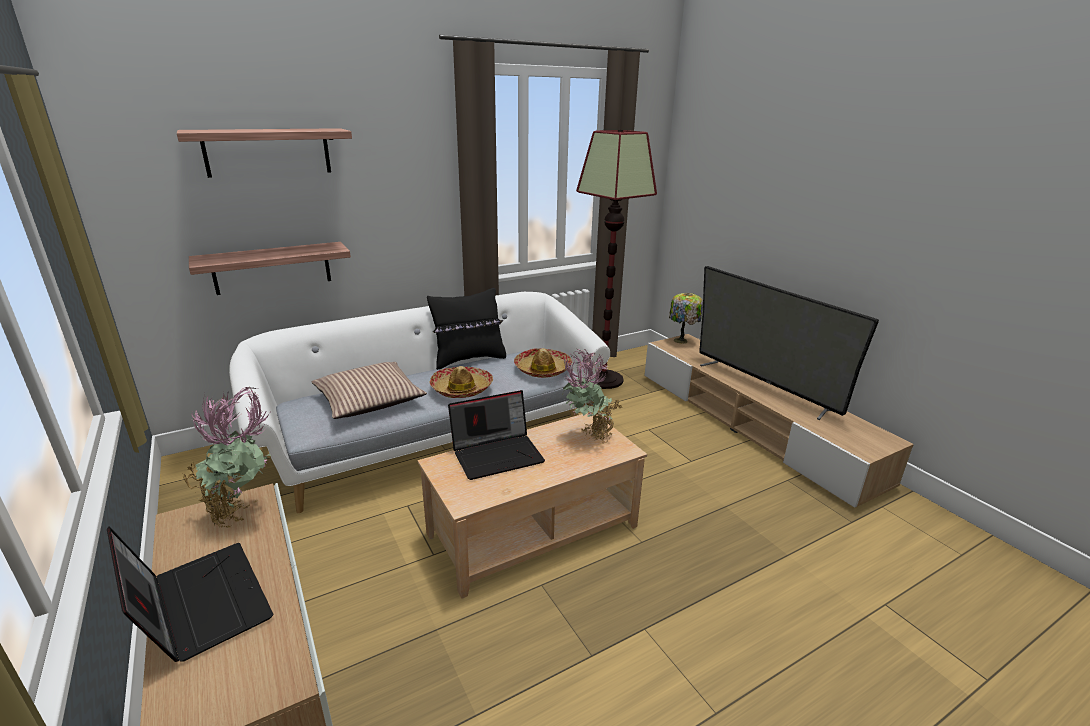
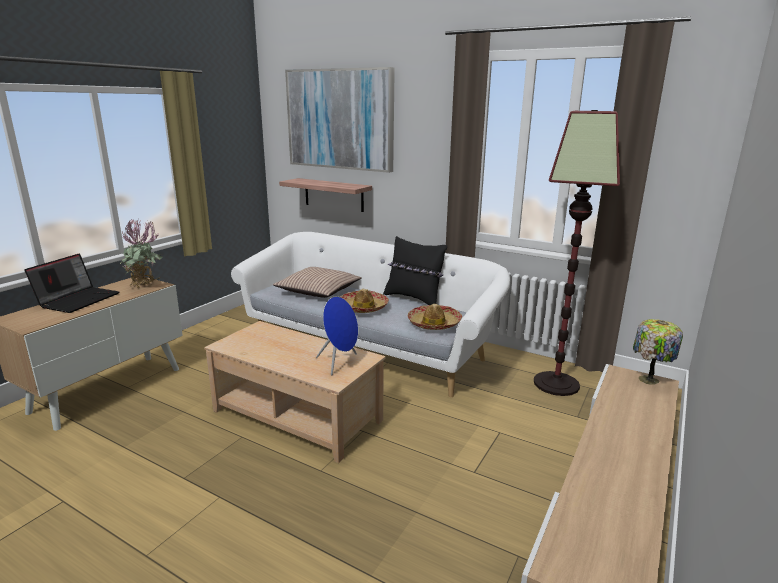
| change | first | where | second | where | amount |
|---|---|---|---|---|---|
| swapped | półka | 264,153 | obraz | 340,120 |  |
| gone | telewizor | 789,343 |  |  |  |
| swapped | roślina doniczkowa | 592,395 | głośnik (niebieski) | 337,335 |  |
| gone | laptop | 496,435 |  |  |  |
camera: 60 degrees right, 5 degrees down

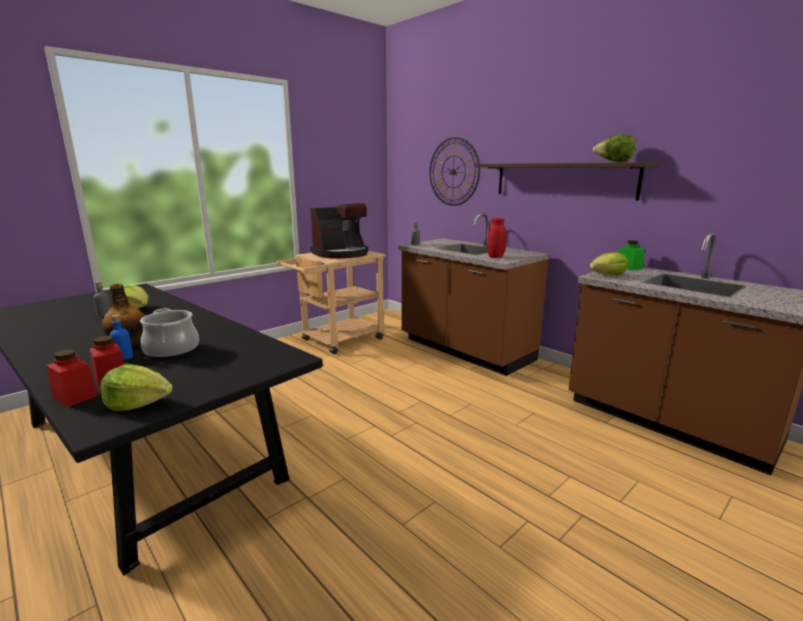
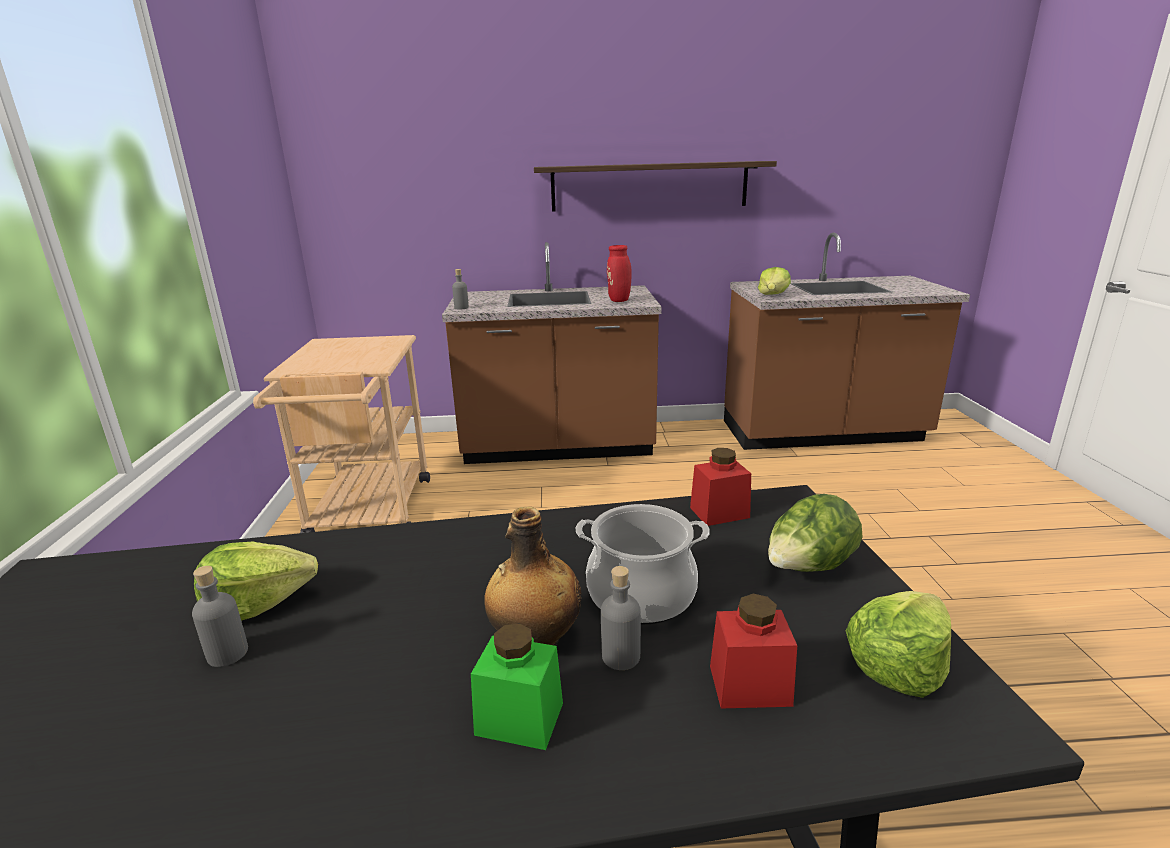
| change | first | where | second | where | amount |
|---|---|---|---|---|---|
| shifted | sałata | 614,148 |  | 815,533 |  |
| gone | zegar ścienny | 454,171 |  |  |  |
| gone | ekspres do kawy | 339,230 |  |  |  |
| shifted | słoik (zielony) | 632,255 |  | 517,686 |  |
| repainted | butelka (niebieski) | 121,337 | butelka (szary) | 621,618 |  |
| shifted | słoik (czerwony) | 72,378 |  | 720,487 |  |
camera: 50 degrees left, 5 degrees up

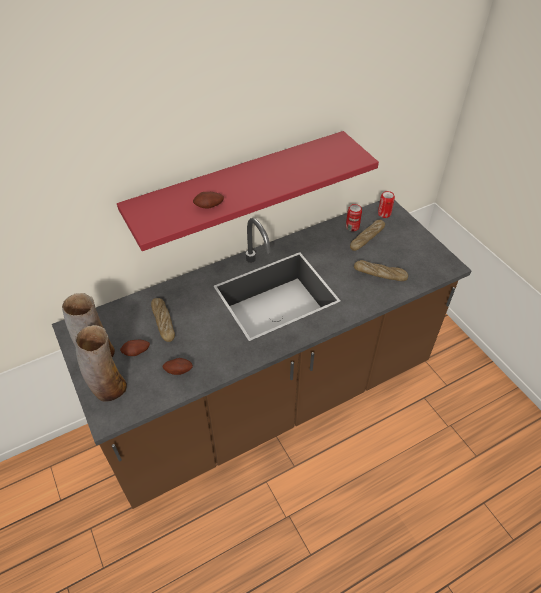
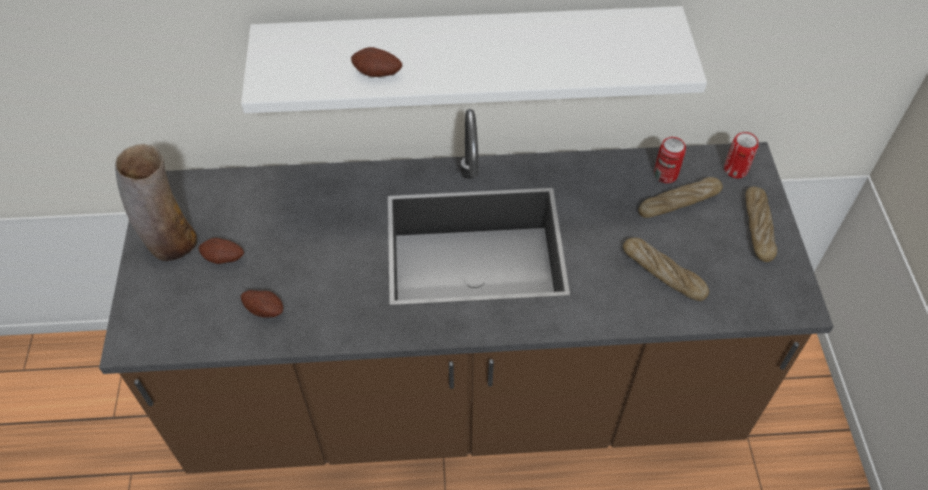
| change | first | where | second | where | amount |
|---|---|---|---|---|---|
| repainted | półka (czerwony) | 248,191 | półka (biały) | 474,60 |  |
| shifted | chleb | 163,320 |  | 761,224 |  |
| gone | wazon | 101,363 |  |  |  |
camera: 25 degrees right, 5 degrees up

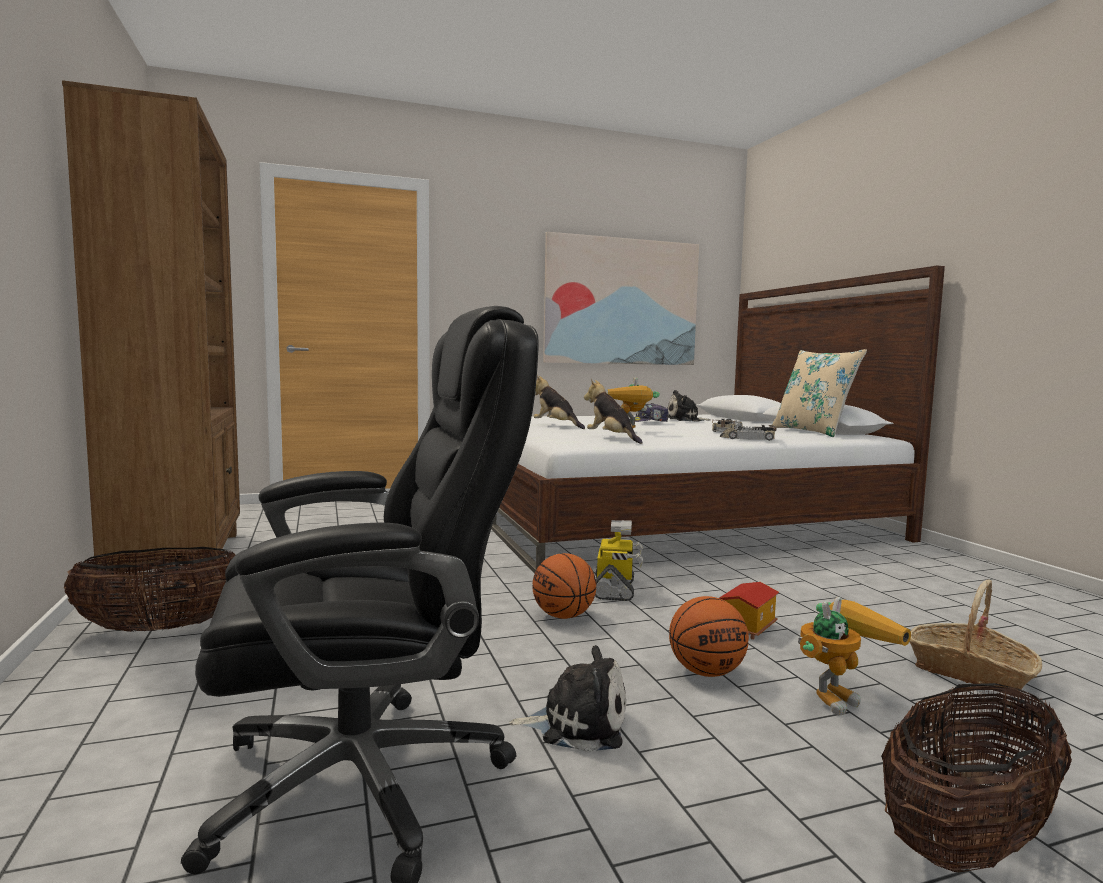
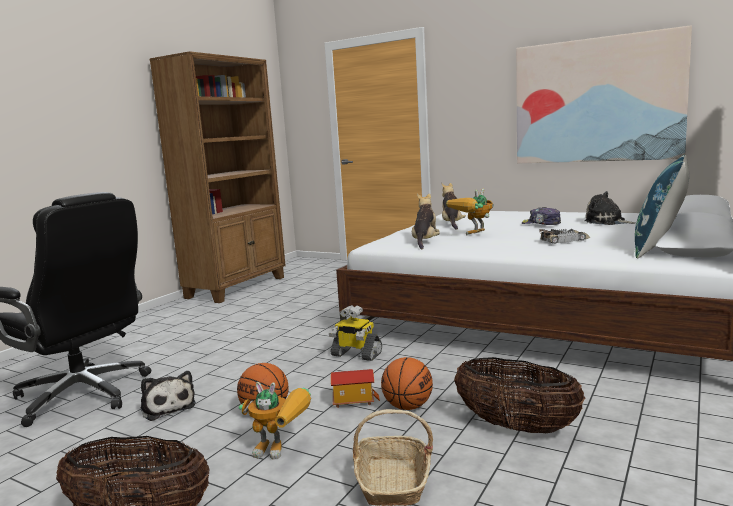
| change | first | where | second | where | amount |
|---|---|---|---|---|---|
| repainted | poduszka (beżowy) | 819,393 | poduszka (niebieski) | 662,207 |  |
| gone | samochodzik | 748,433 |  |  |  |
| rotated | robot zabawkowy | 619,560 |  | 355,333 | 60 degrees clockwise |
| shifted | koszyk | 149,589 |  | 519,395 |  |
| shifted | piłka do koszykówki | 564,586 |  | 407,383 |  |
camera: 50 degrees right, 5 degrees up

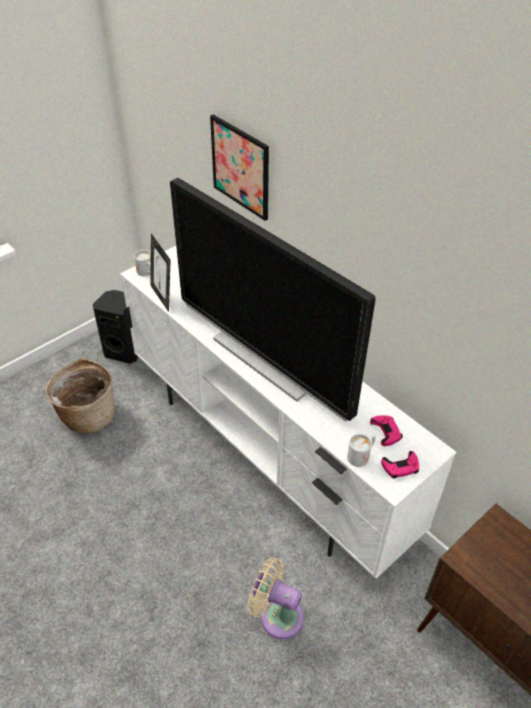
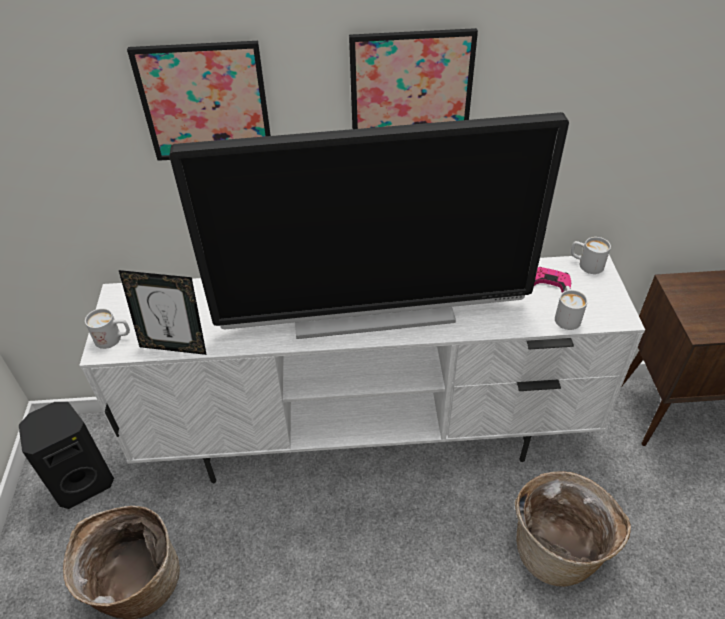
| change | first | where | second | where | amount |
|---|---|---|---|---|---|
| gone | pad do gier (różowy) | 400,464 |  |  |  |
| swapped | wentylator (beżowy) | 275,598 | koszyk | 573,529 |  |
| new |  |  | obraz | 413,78 |  |
| new |  |  | kubek (biały) | 591,255 |  |
camera: 50 degrees left, 0 degrees up

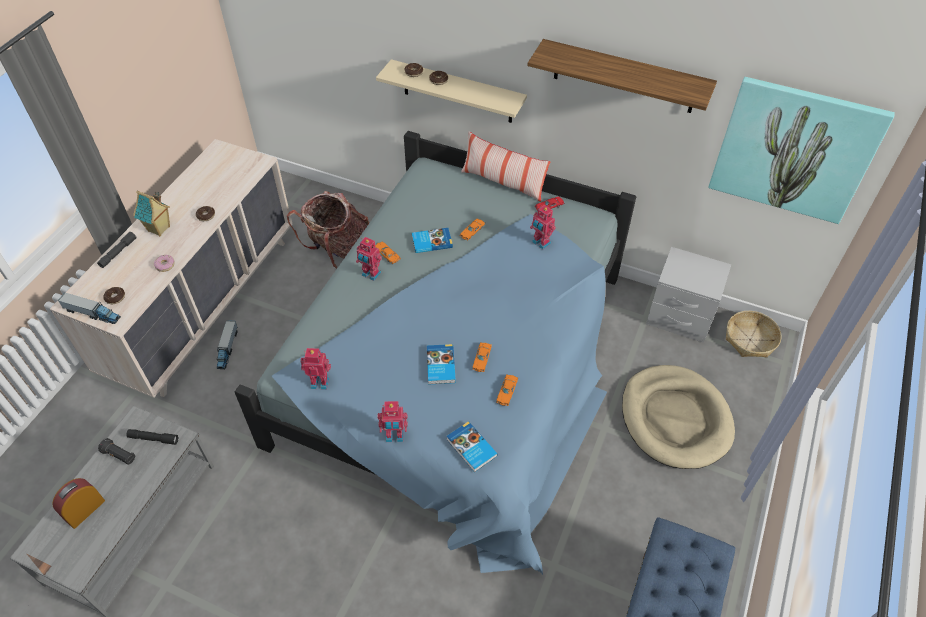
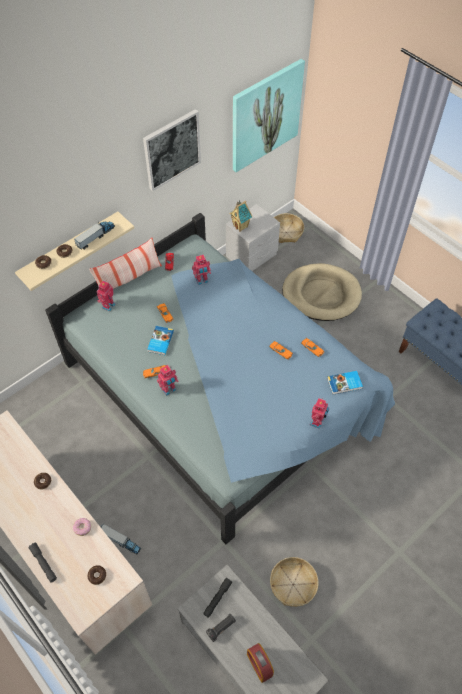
| change | first | where | second | where | amount |
|---|---|---|---|---|---|
| swapped | półka | 622,76 | obraz | 172,150 |  |
| shifted | domek | 151,213 |  | 240,216 |  |
| gone | plecak | 328,230 |  |  |  |
| shifted | ciężarówka zabawkowa | 89,308 |  | 94,235 |  |
| gone | książka | 441,364 |  |  |  |
| shifted | robot zabawkowy | 315,369 |  | 106,296 |  |
| new |  |  | koszyk | 294,582 |  |
camera: 65 degrees left, 5 degrees up

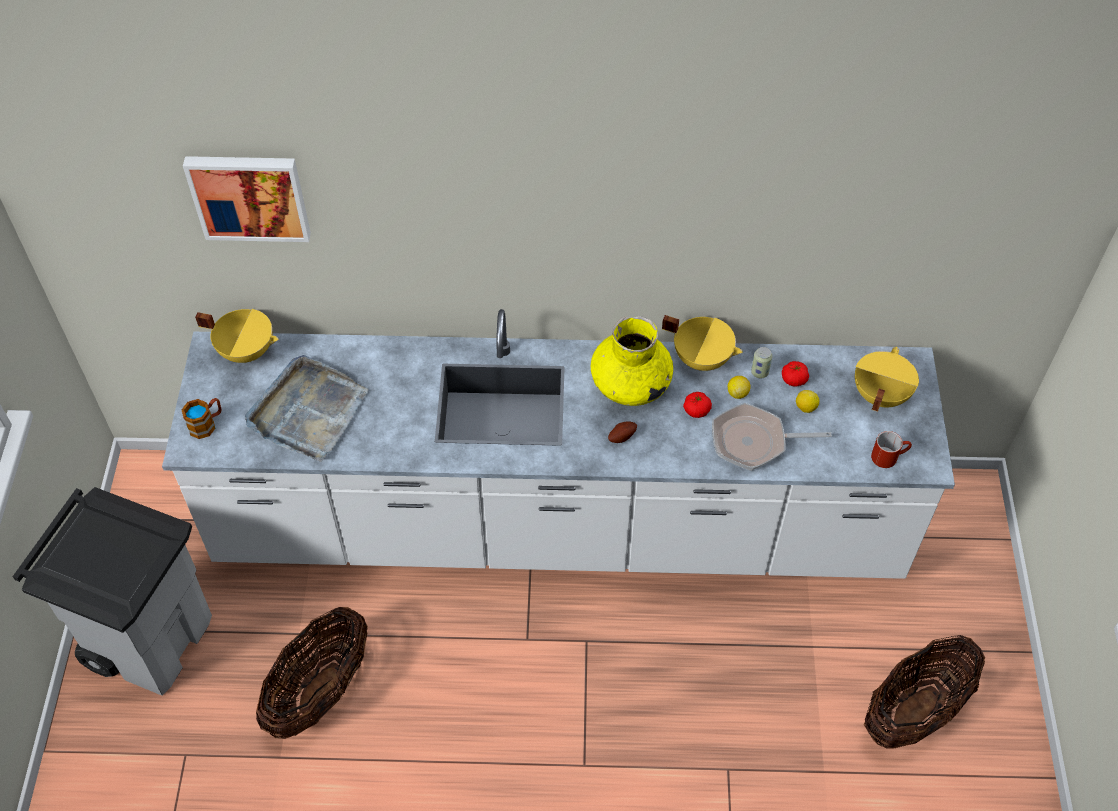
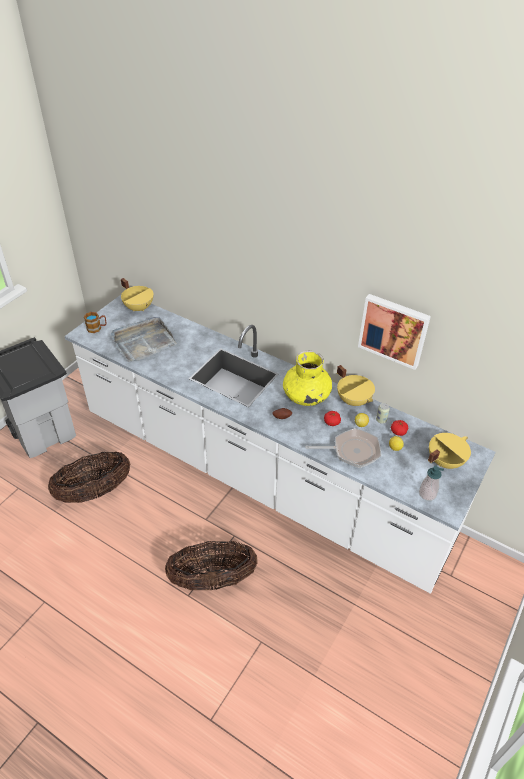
| change | first | where | second | where | amount |
|---|---|---|---|---|---|
| shifted | obraz | 247,199 |  | 394,332 |  |
| rotated | patelnia | 772,437 |  | 343,448 | 150 degrees clockwise |
| swapped | kubek (czerwony) | 891,449 | dozownik mydła | 431,483 |  |
| shifted | koszyk | 924,692 |  | 211,565 |  |
camera: 30 degrees right, 10 degrees down

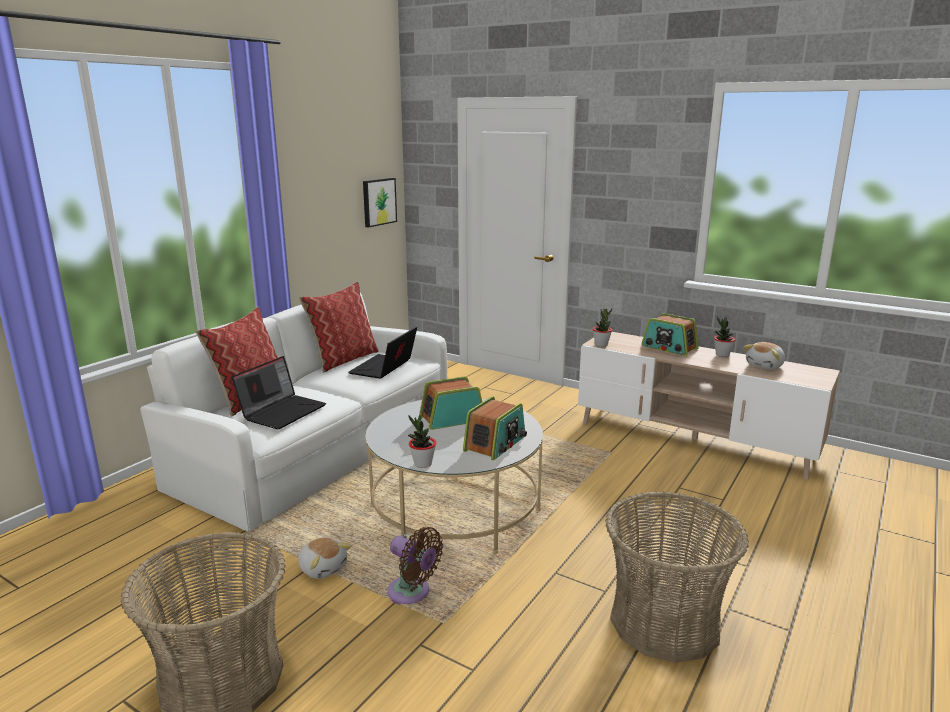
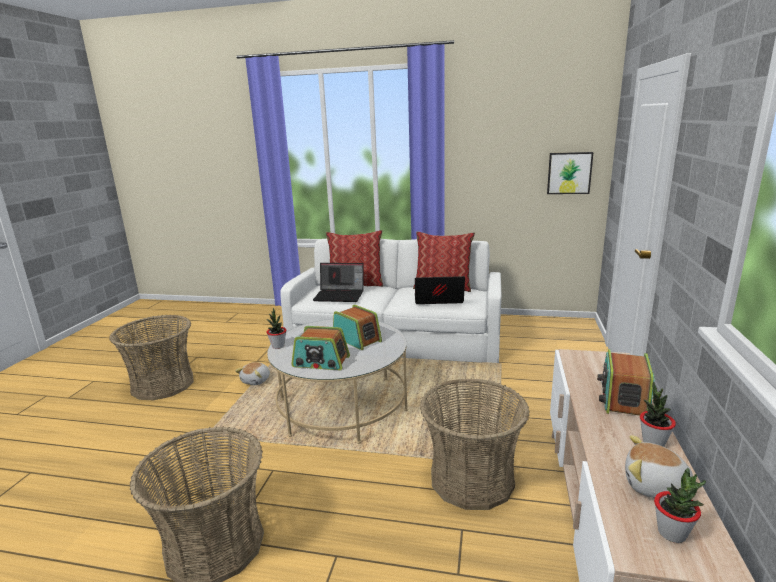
| change | first | where | second | where | amount |
|---|---|---|---|---|---|
| shifted | roślina doniczkowa | 602,327 |  | 680,505 |  |
| gone | wentylator (brązowy) | 415,566 |  |  |  |
| new |  |  | koszyk | 474,444 |  |
camera: 70 degrees right, 0 degrees up

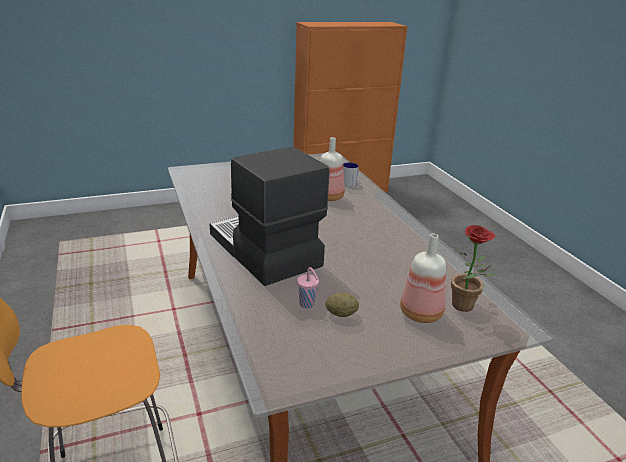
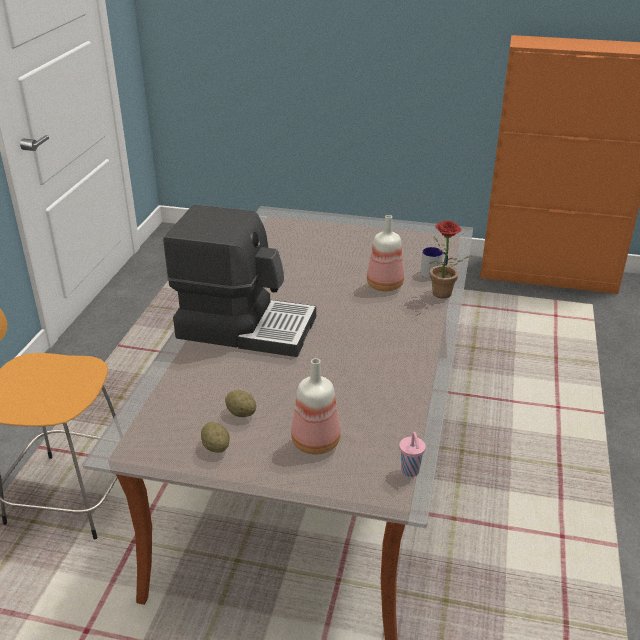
| change | first | where | second | where | amount |
|---|---|---|---|---|---|
| rotated | ekspres do kawy | 270,216 |  | 239,280 | 105 degrees clockwise |
| shifted | roślina doniczkowa | 473,268 |  | 450,259 |  |
| shifted | filiżanka (różowy) | 308,288 |  | 412,454 |  |
| new |  |  | ziemniak | 215,437 |  |
camera: 35 degrees right, 5 degrees up

